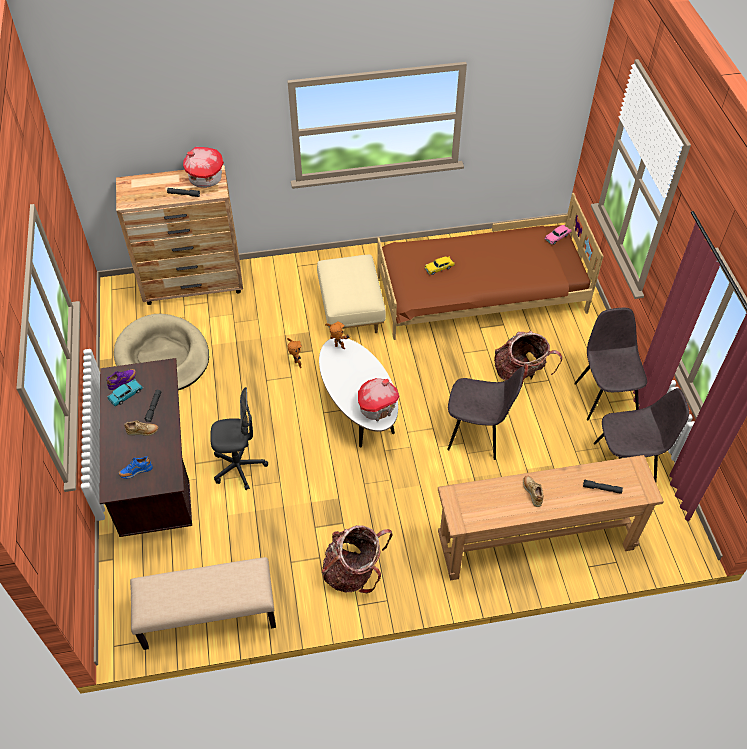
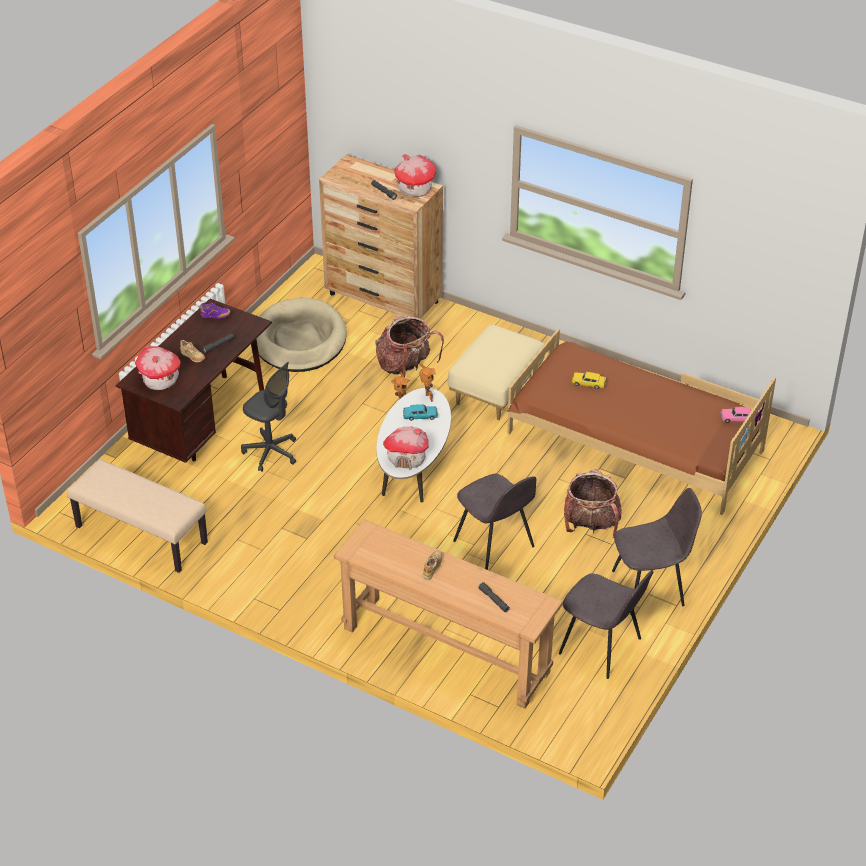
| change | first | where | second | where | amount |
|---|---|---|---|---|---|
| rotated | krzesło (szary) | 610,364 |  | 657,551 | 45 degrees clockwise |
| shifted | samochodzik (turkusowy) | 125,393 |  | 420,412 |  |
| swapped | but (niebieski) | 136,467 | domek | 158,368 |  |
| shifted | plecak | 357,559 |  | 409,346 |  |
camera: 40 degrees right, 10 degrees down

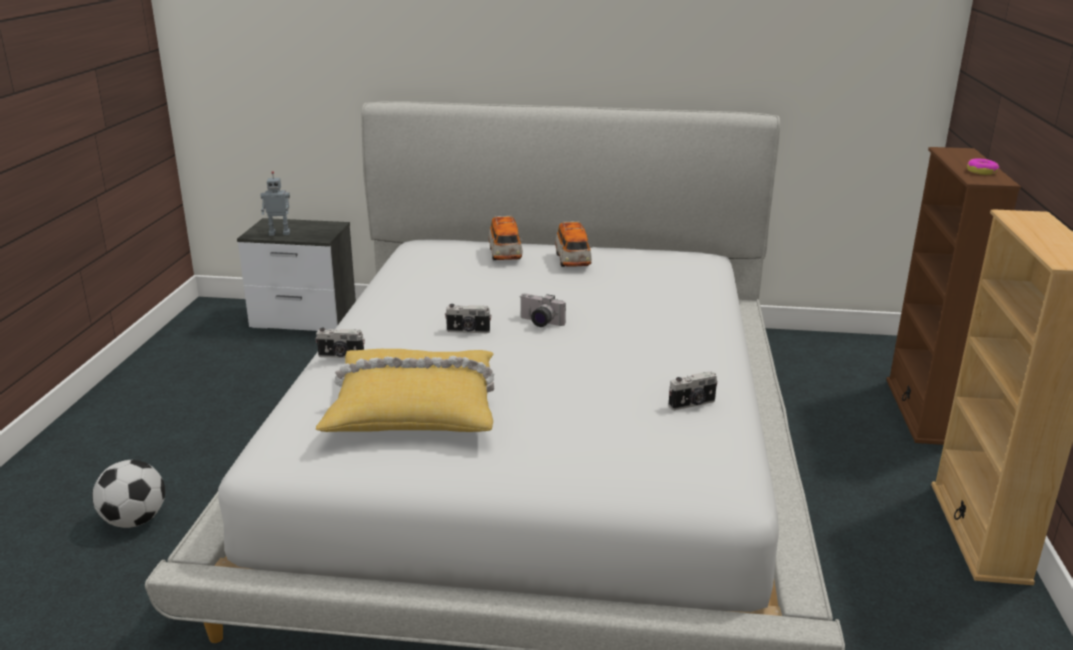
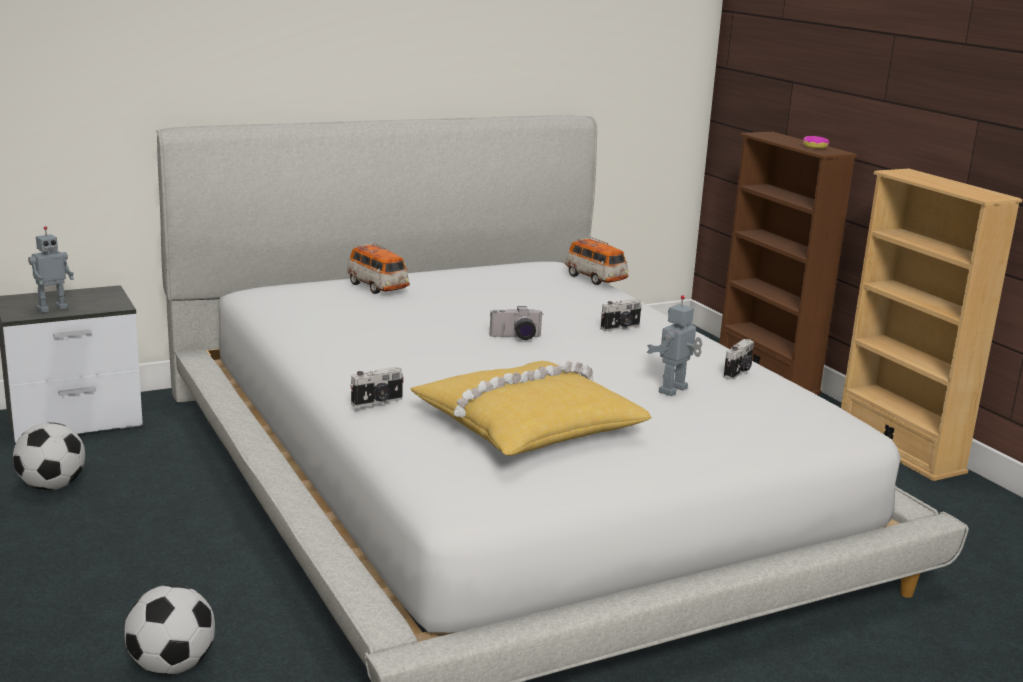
| change | first | where | second | where | amount |
|---|---|---|---|---|---|
| shifted | samochodzik | 573,244 |  | 596,261 |  |
| shifted | aparat fotograficzny | 468,318 |  | 621,315 |  |
| new |  |  | robot zabawkowy | 674,345 |  |
| new |  |  | piłka futbolowa | 49,456 |  |
camera: 35 degrees left, 5 degrees down

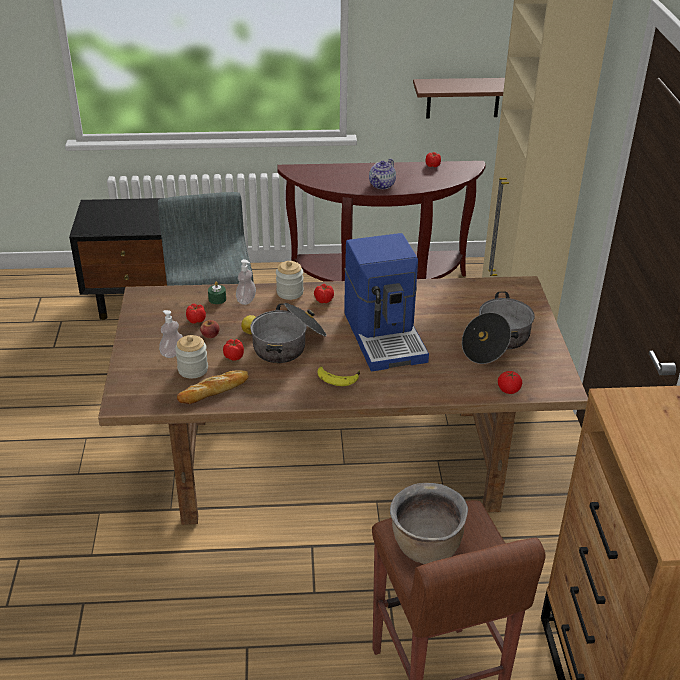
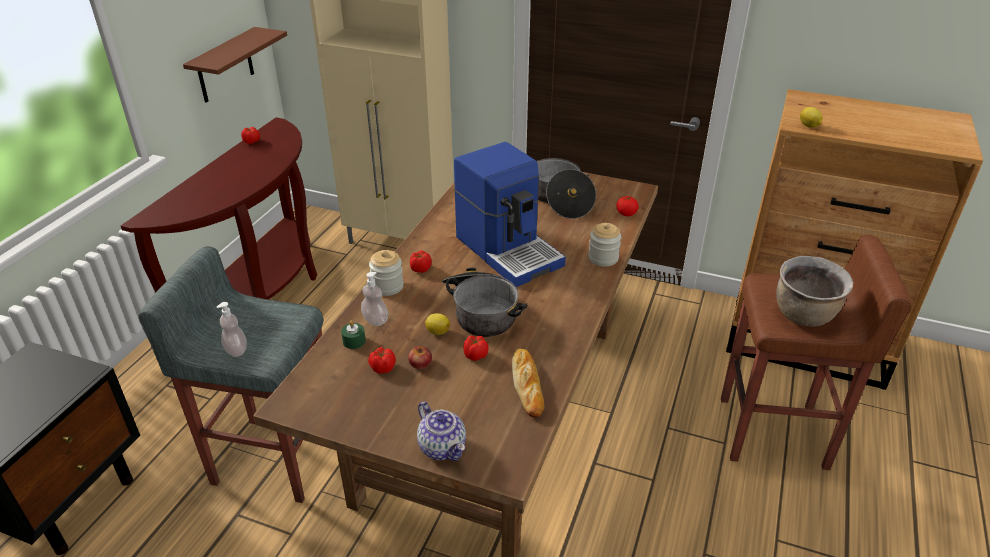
| change | first | where | second | where | amount |
|---|---|---|---|---|---|
| shifted | imbryk | 382,174 |  | 441,431 |  |
| rotated | ekspres do kawy | 386,302 |  | 510,214 | 45 degrees clockwise |
| shifted | dozownik mydła | 171,334 |  | 232,329 |  |
| shifted | słoik | 191,356 |  | 604,245 |  |
| gone | banan | 338,376 |  |  |  |
| new |  |  | cytryna | 811,117 |  |
camera: 65 degrees left, 0 degrees up

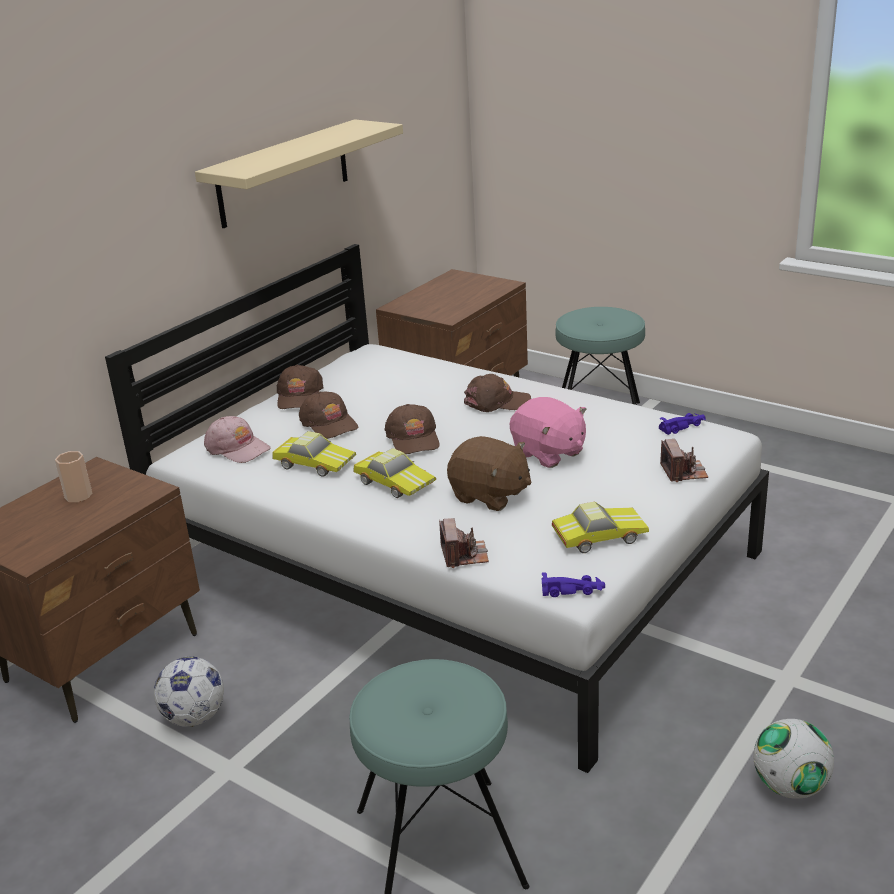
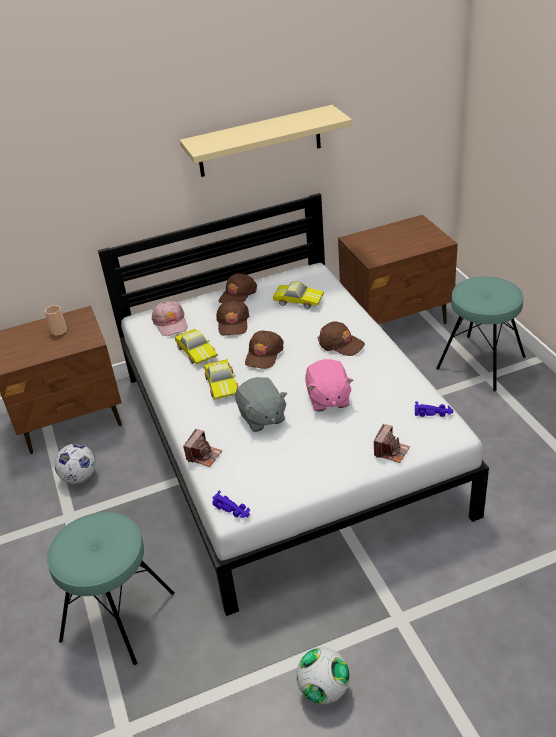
| change | first | where | second | where | amount |
|---|---|---|---|---|---|
| repainted | pluszak (brązowy) | 489,473 | pluszak (szary) | 261,404 |  |
| shifted | samochodzik | 600,527 |  | 298,295 |  |
camera: 35 degrees right, 10 degrees up

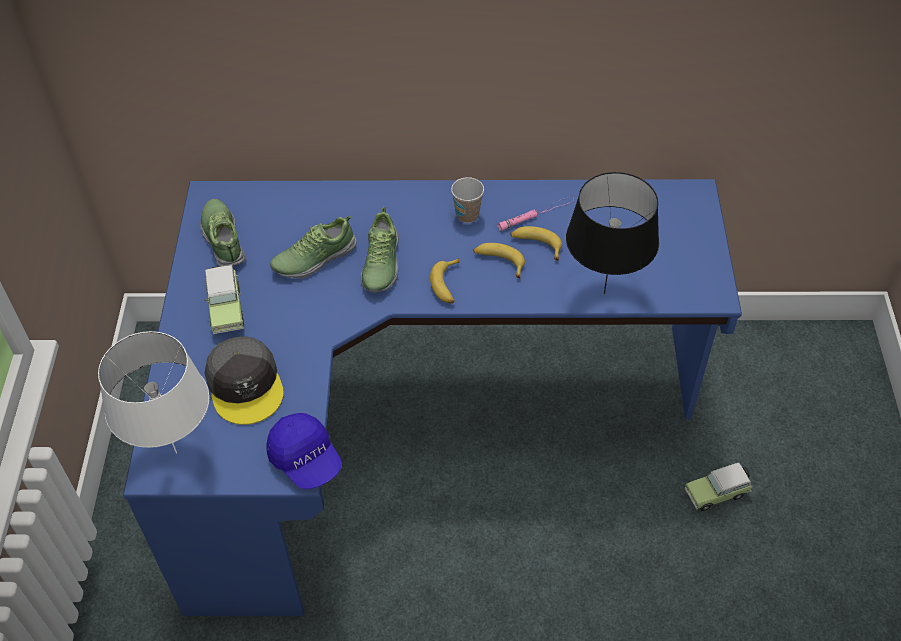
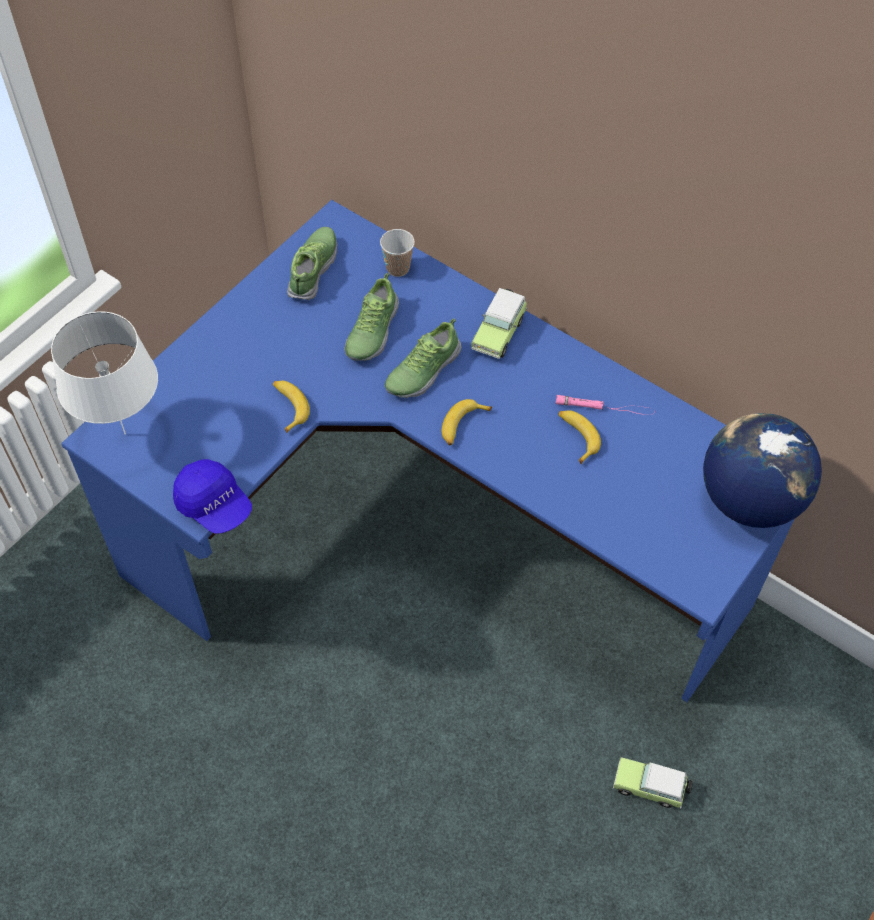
| change | first | where | second | where | amount |
|---|---|---|---|---|---|
| gone | lampa stołowa (czarny) | 612,233 |  |  |  |
| shifted | filiżanka | 467,200 |  | 397,253 |  |
| rotated | but | 313,247 |  | 372,317 | 75 degrees counterclockwise |
| shifted | banan | 499,260 |  | 291,407 |  |
| shifted | samochodzik | 224,299 |  | 499,323 |  |
| gone | czapka z daszkiem (szary) | 244,380 |  |  |  |
| rotated | czapka z daszkiem (niebieski) | 304,451 |  | 212,496 | 45 degrees counterclockwise |
| new |  |  | globus | 762,470 |  |
camera: 35 degrees right, 5 degrees up

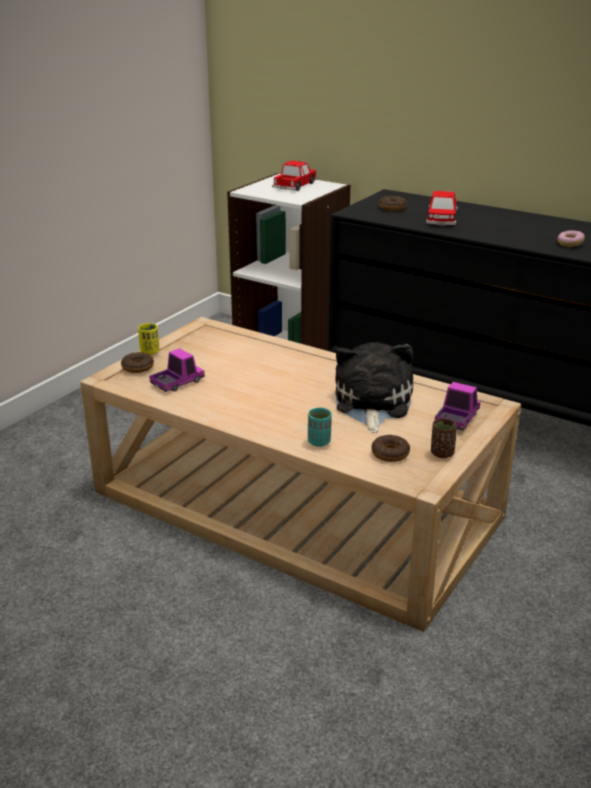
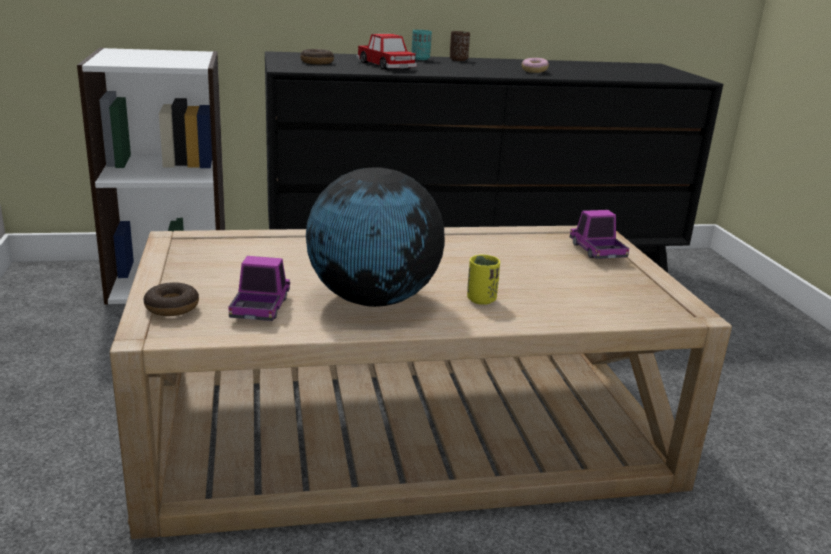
| change | first | where | second | where | amount |
|---|---|---|---|---|---|
| gone | samochodzik | 294,176 |  |  |  |
| shifted | filiżanka (żółty) | 148,339 |  | 483,280 |  |
| gone | pluszak | 374,387 |  |  |  |
| shifted | filiżanka (turkusowy) | 320,427 |  | 422,45 |  |
| shifted | filiżanka (brązowy) | 444,438 |  | 460,46 |  |
| gone | donut | 390,448 |  |  |  |
| new |  |  | globus | 375,237 |  |
camera: 45 degrees left, 5 degrees down

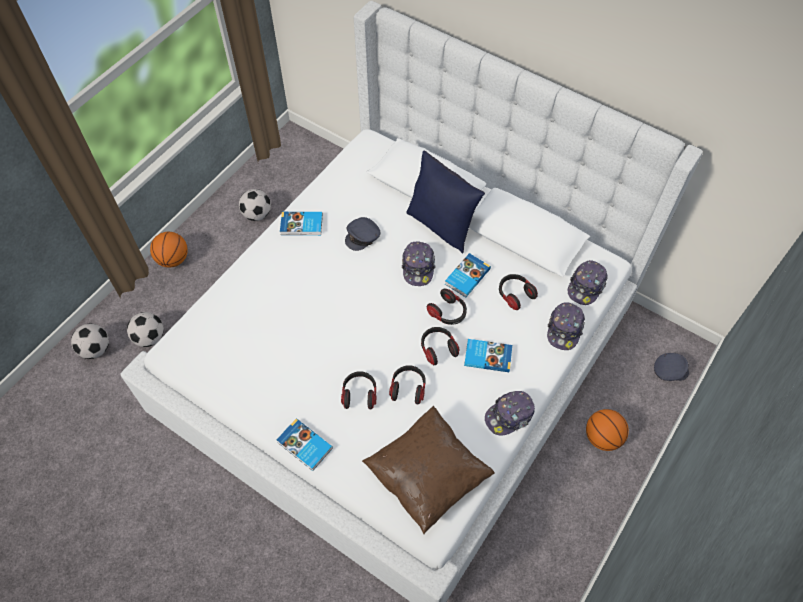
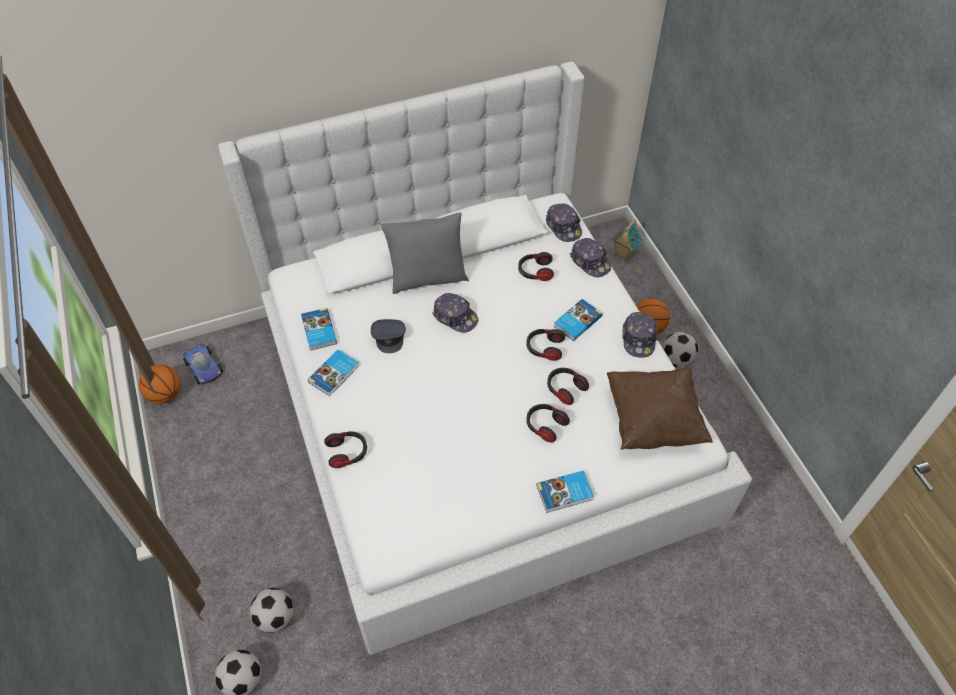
| change | first | where | second | where | amount |
|---|---|---|---|---|---|
| repainted | poduszka (niebieski) | 445,202 | poduszka (szary) | 425,253 |  |
| shifted | piłka futbolowa | 255,205 |  | 680,349 |  |
| shifted | piłka do koszykówki | 169,250 |  | 160,384 |  |
| shifted | książka | 468,275 |  | 319,329 |  |
| shifted | słuchawki | 447,306 |  | 345,449 |  |
| swapped | czapka z daszkiem (szary) | 671,367 | domek | 628,241 |  |
| new |  |  | samochodzik | 203,364 |  |
camera: 55 degrees left, 5 degrees down

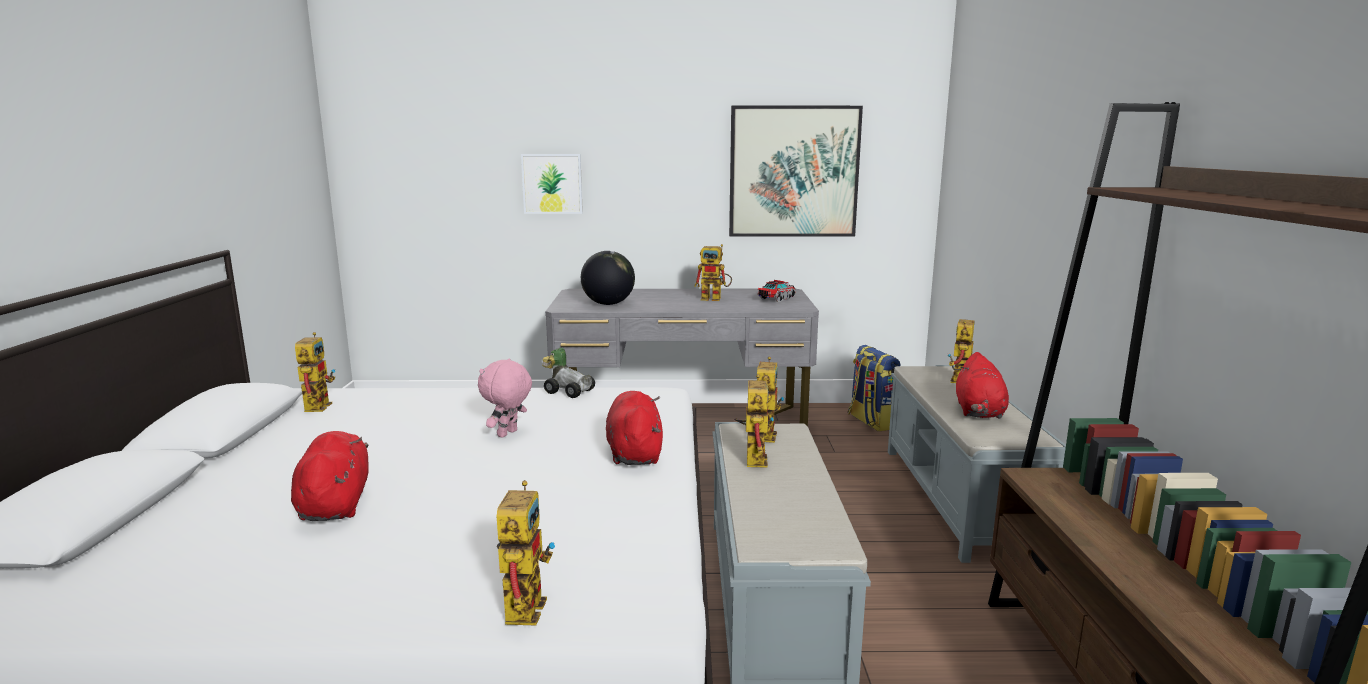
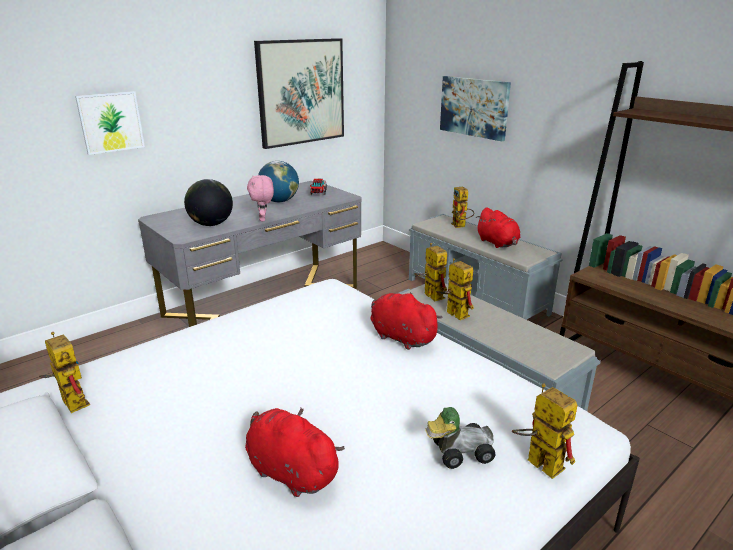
| change | first | where | second | where | amount |
|---|---|---|---|---|---|
| swapped | robot zabawkowy | 713,272 | globus | 278,182 |  |
| gone | plecak | 874,388 |  |  |  |
| shifted | samochodzik | 568,373 |  | 460,438 |  |
| shifted | pluszak (różowy) | 505,398 |  | 260,198 |  |
| new |  |  | obraz | 475,108 |  |
camera: 40 degrees left, 10 degrees up

